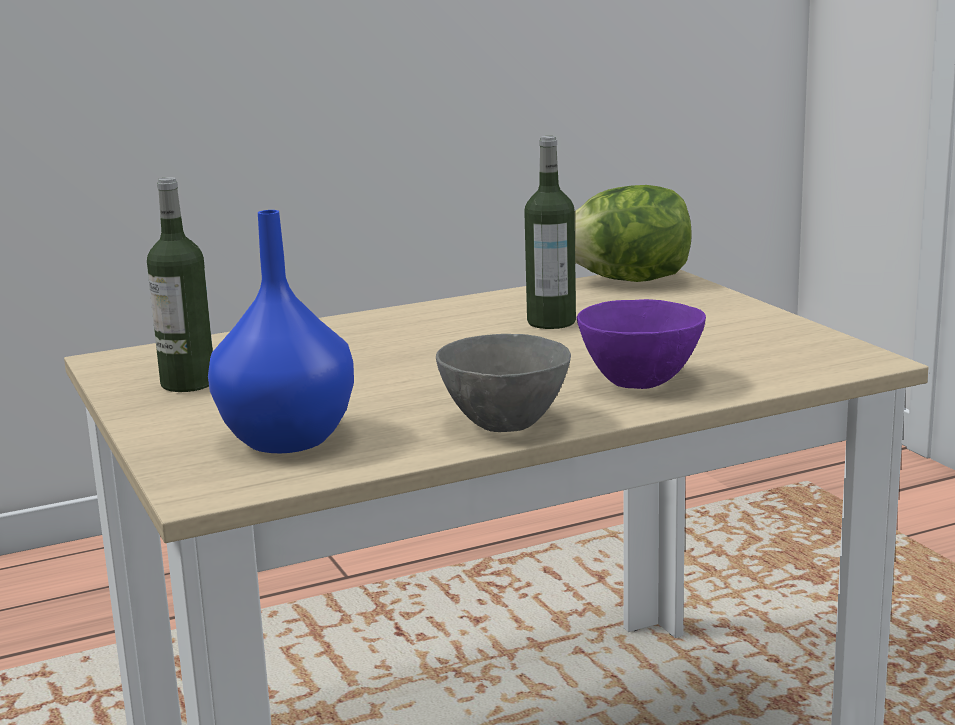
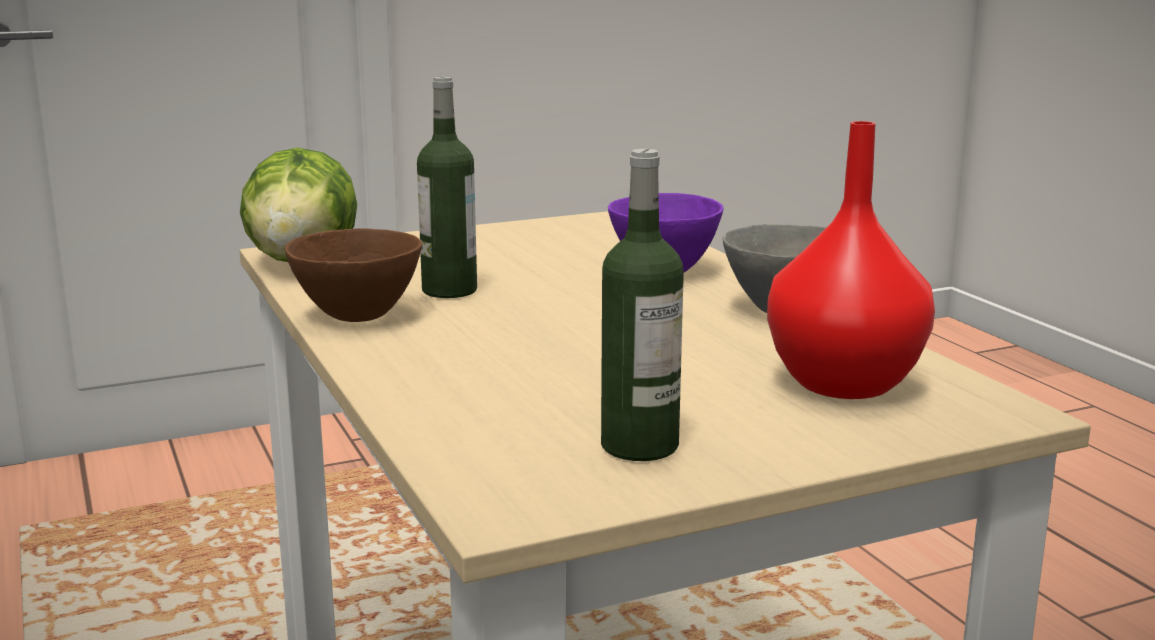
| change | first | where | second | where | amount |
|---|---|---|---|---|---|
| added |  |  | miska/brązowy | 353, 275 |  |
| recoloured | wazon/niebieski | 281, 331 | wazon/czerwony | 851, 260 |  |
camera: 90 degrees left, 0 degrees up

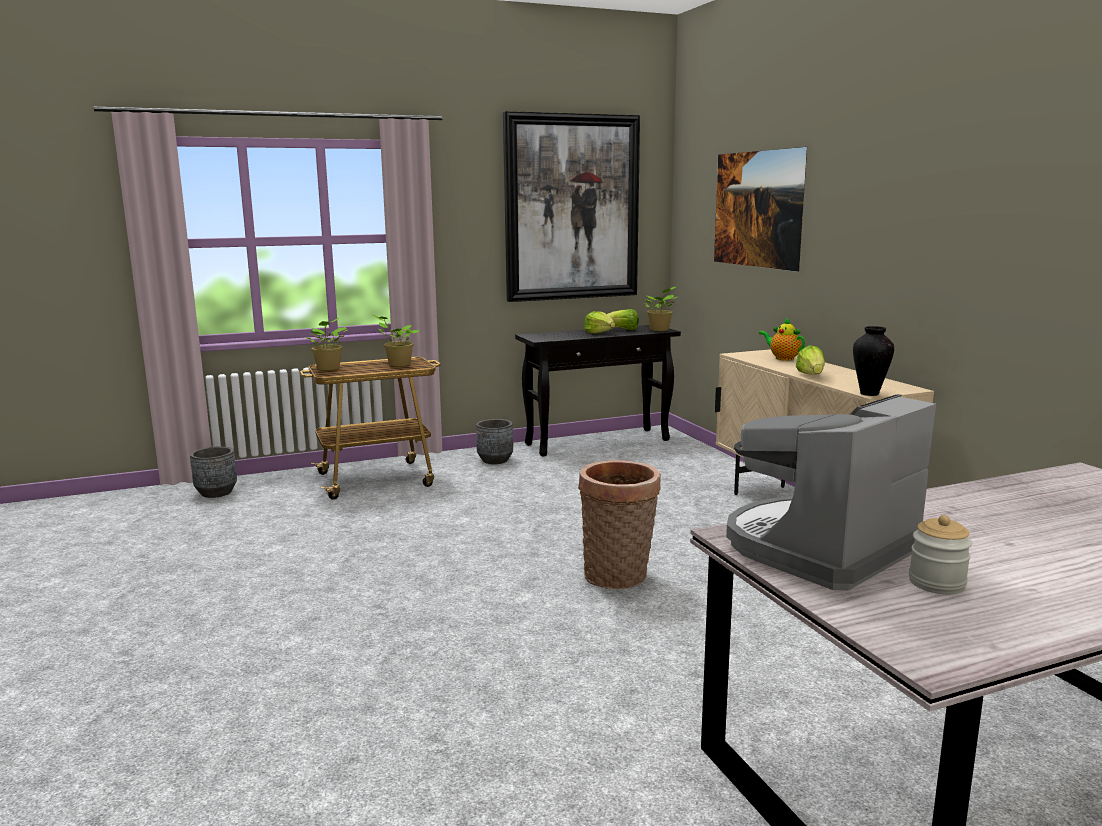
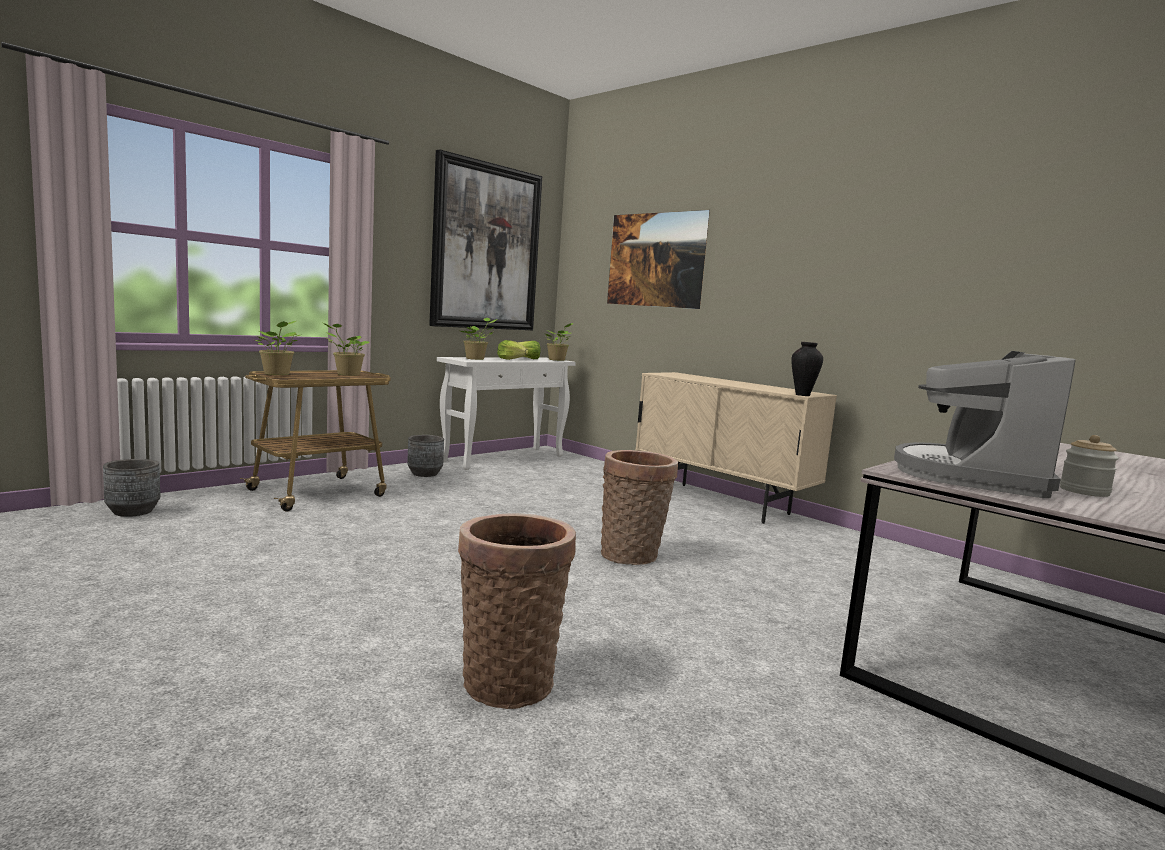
| change | first | where | second | where | amount |
|---|---|---|---|---|---|
| recoloured | stolik konsolowy/czarny | 598, 391 | stolik konsolowy/biały | 506, 413 |  |
| added |  |  | koszyk | 517, 611 |  |
| added |  |  | roślina doniczkowa | 479, 339 |  |
| removed | imbryk | 782, 339 |  |  |  |
| removed | sałata | 810, 360 |  |  |  |
camera: 25 degrees left, 5 degrees down

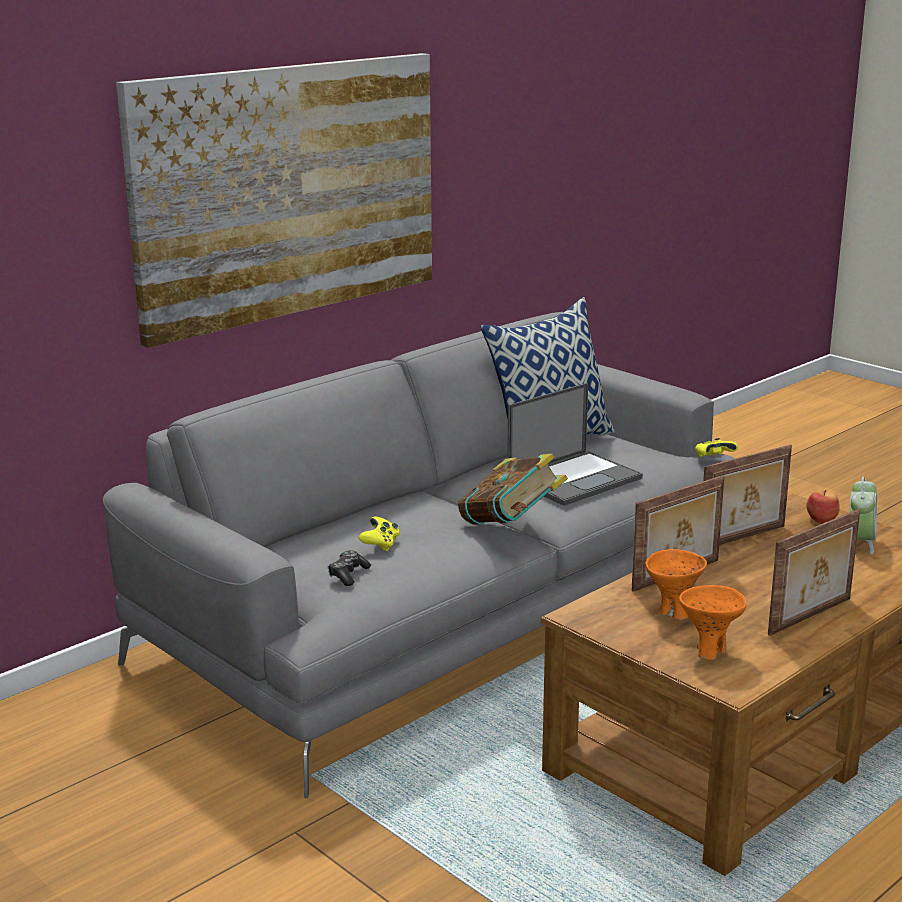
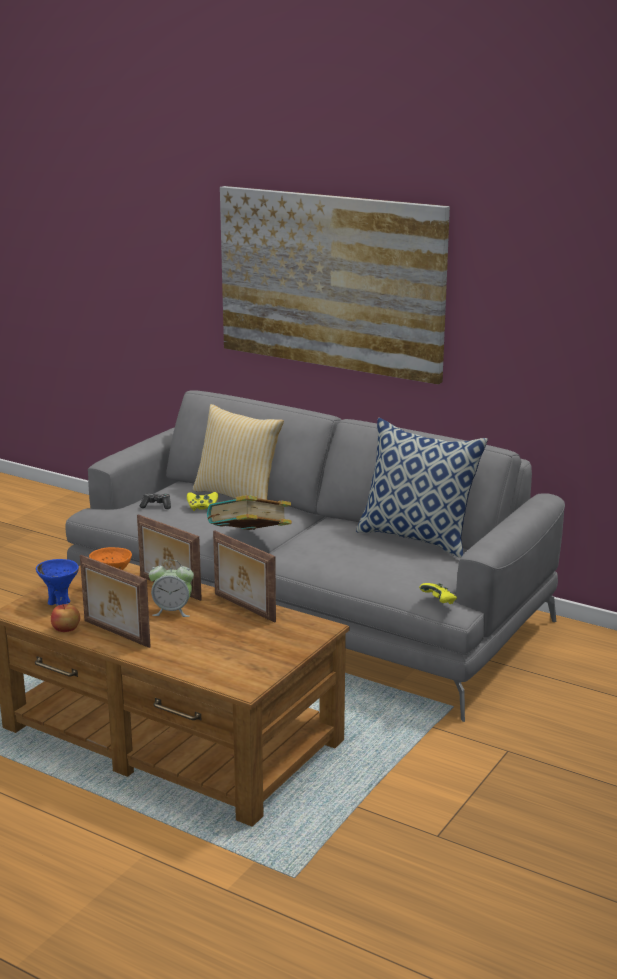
| change | first | where | second | where | amount |
|---|---|---|---|---|---|
| recoloured | miska/pomarańczowy | 713, 622 | miska/niebieski | 57, 582 |  |
| moved | jabłko | 823, 507 |  | 65, 618 |  |
| moved | budzik | 863, 515 |  | 171, 588 |  |
| added |  |  | poduszka | 238, 452 |  |
| removed | laptop | 575, 444 |  |  |  |
camera: 75 degrees right, 0 degrees up

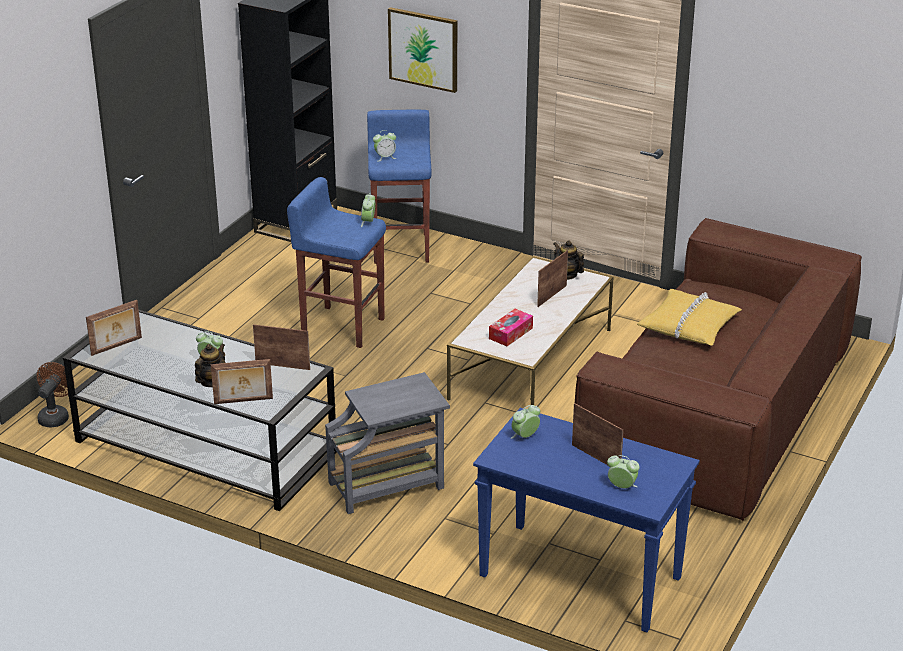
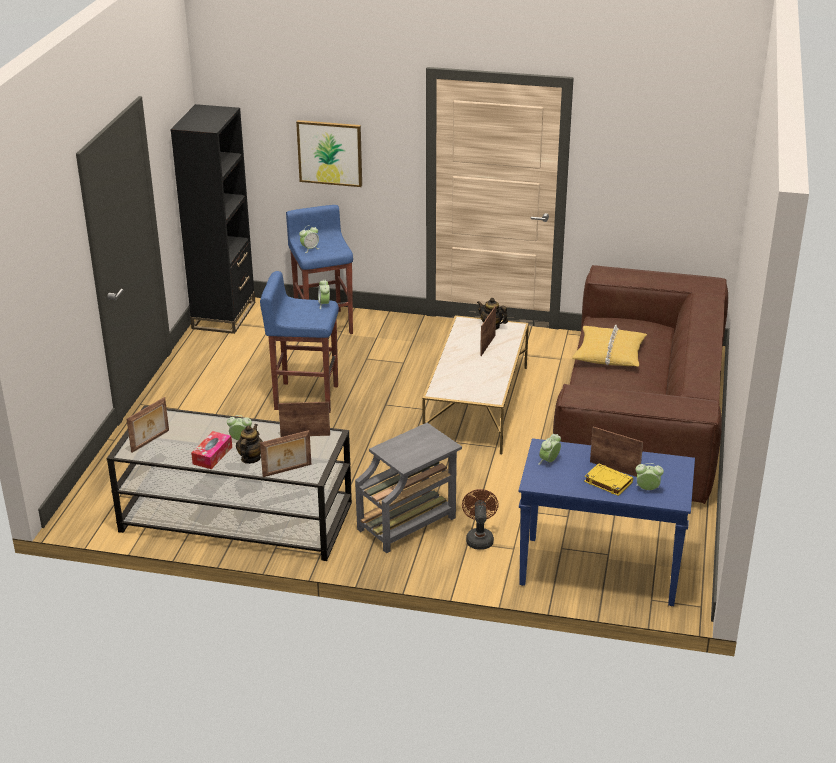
| change | first | where | second | where | amount |
|---|---|---|---|---|---|
| moved | pudełko chusteczek | 511, 327 |  | 211, 450 |  |
| moved | wentylator/brązowy | 55, 394 |  | 480, 519 |  |
| added |  |  | książka/żółty | 608, 479 |  |
camera: 15 degrees left, 0 degrees up

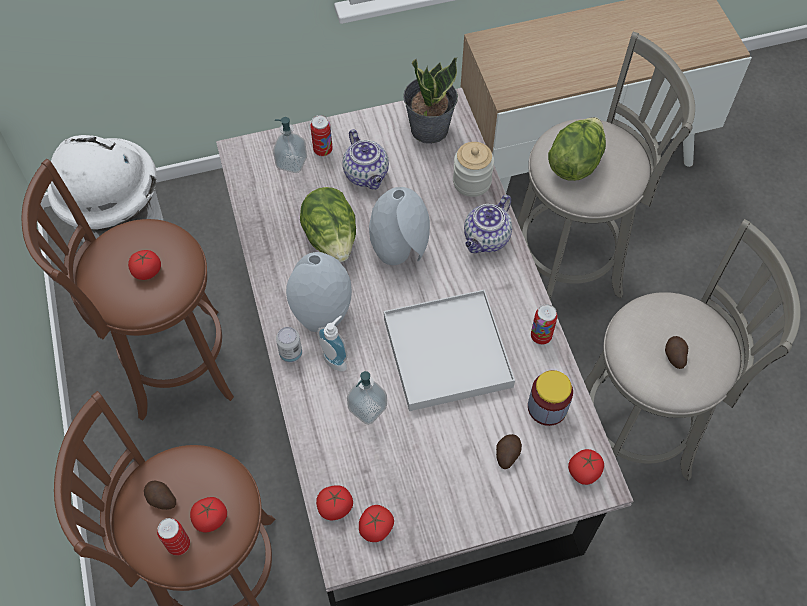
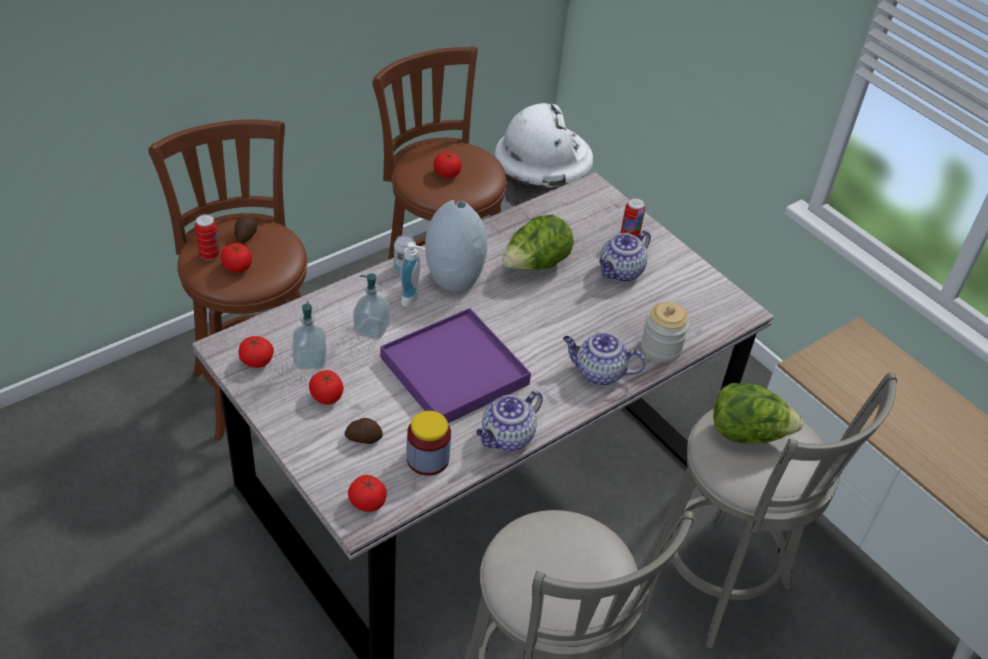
| change | first | where | second | where | amount |
|---|---|---|---|---|---|
| moved | dozownik mydła | 290, 145 |  | 309, 335 |  |
| moved | pomidor | 334, 502 |  | 326, 387 |  |
| recoloured | taca/biały | 449, 350 | taca/fioletowy | 456, 365 |  |
| replaced | puszka | 544, 324 | imbryk | 509, 420 |  |
| removed | wazon/szary | 399, 226 |  |  |  |
| removed | roślina doniczkowa | 430, 100 |  |  |  |
| removed | ziemniak | 676, 352 |  |  |  |
camera: 65 degrees right, 15 degrees down

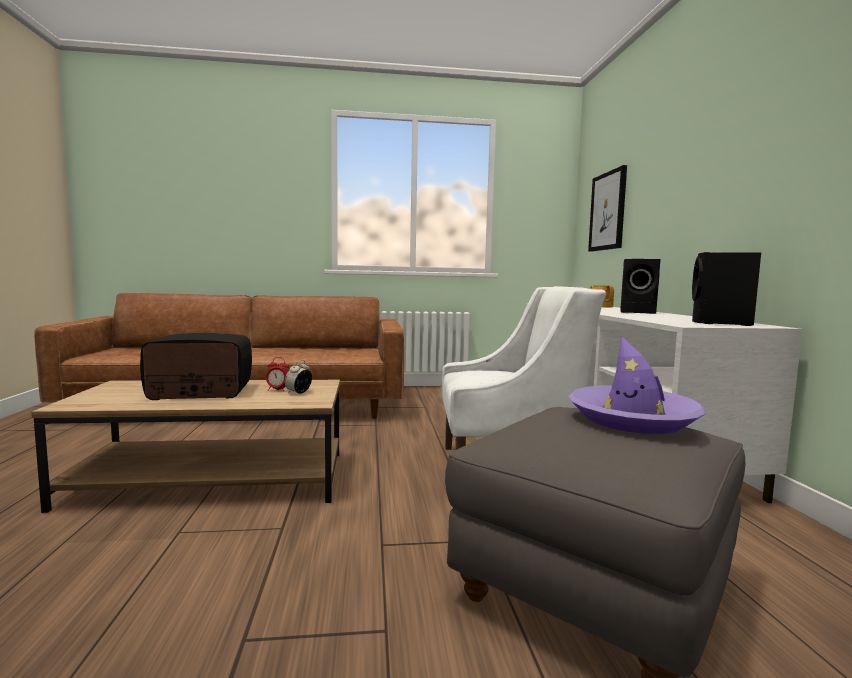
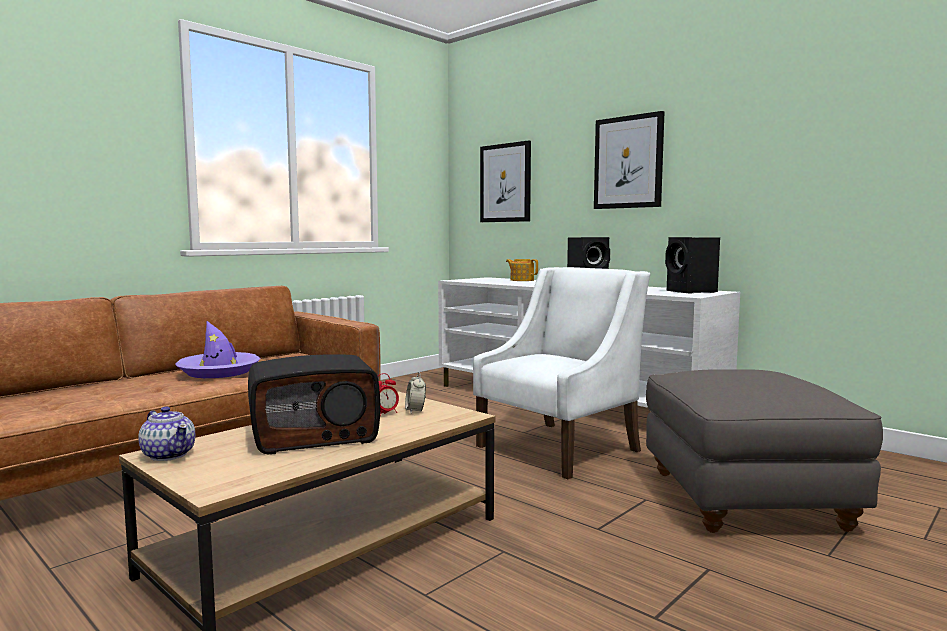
| change | first | where | second | where | amount |
|---|---|---|---|---|---|
| added |  |  | imbryk | 166, 433 |  |
| moved | kapelusz/fioletowy | 637, 385 |  | 217, 349 |  |
| turned | radio | 196, 366 |  | 314, 404 | 150 degrees counterclockwise |
| added |  |  | obraz | 629, 160 |  |
camera: 40 degrees left, 0 degrees up

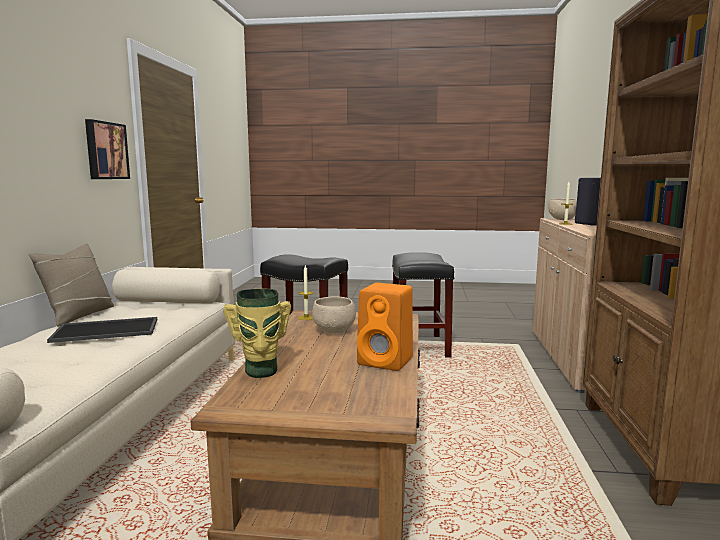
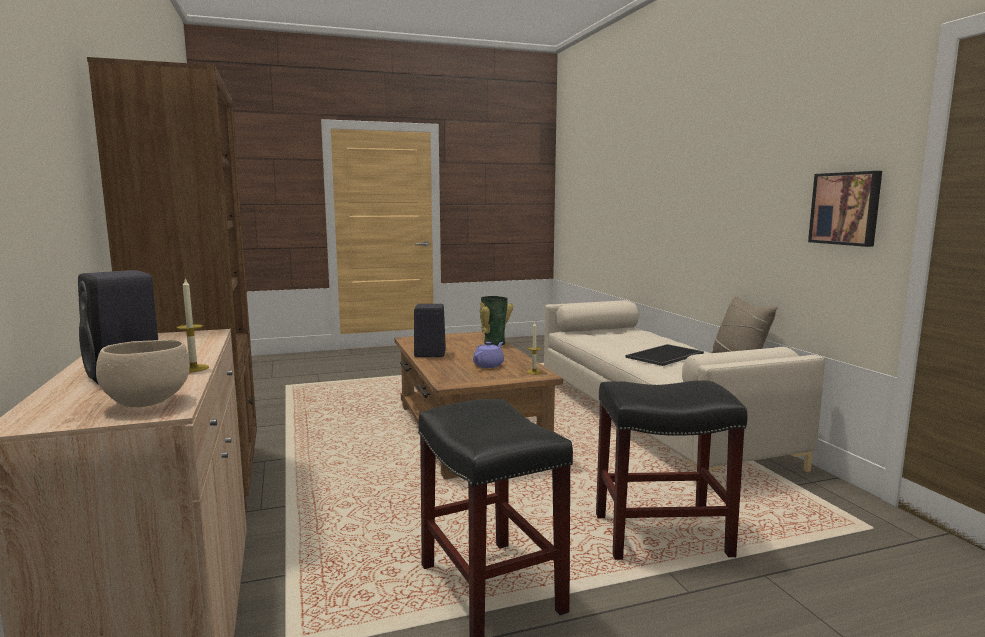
| change | first | where | second | where | amount |
|---|---|---|---|---|---|
| recoloured | głośnik/pomarańczowy | 385, 327 | głośnik/czarny | 430, 330 |  |
| replaced | miska/beżowy | 334, 314 | imbryk/fioletowy | 488, 355 |  |
camera: 155 degrees right, 0 degrees up

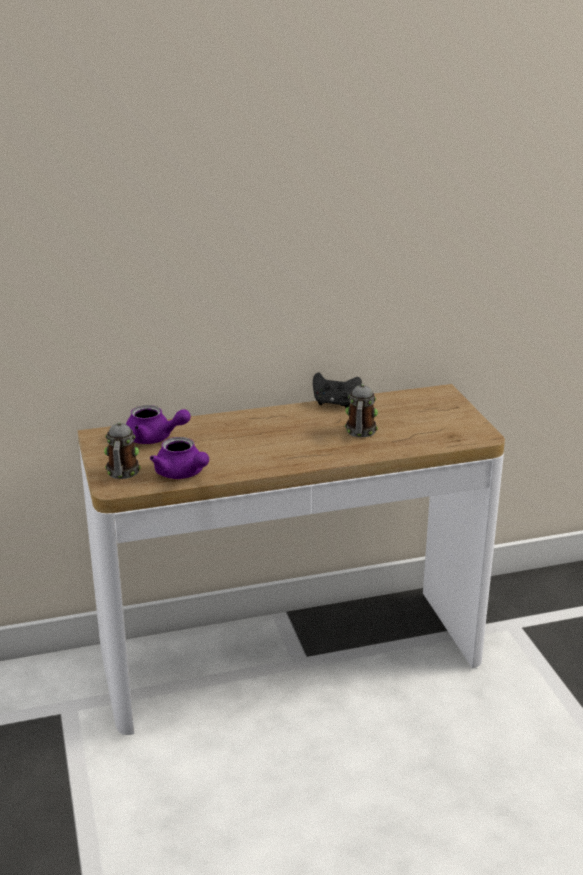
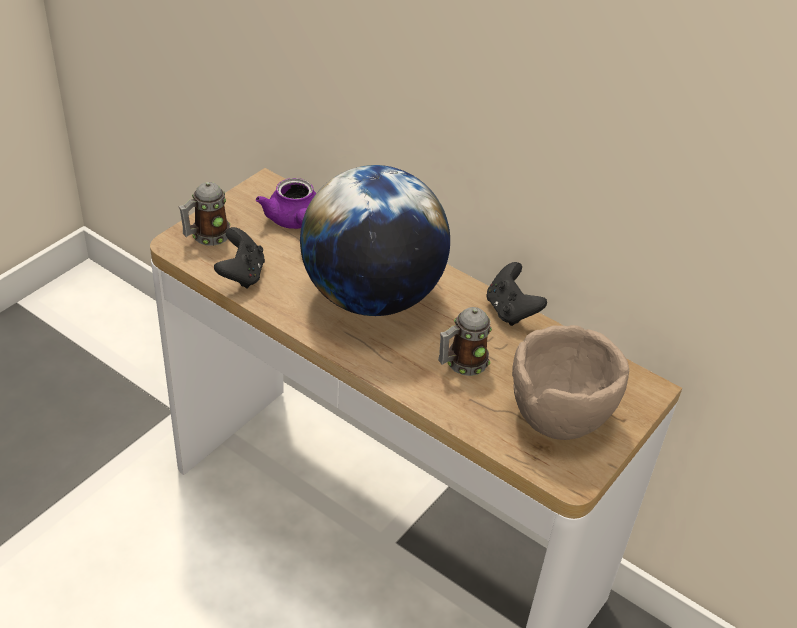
| change | first | where | second | where | amount |
|---|---|---|---|---|---|
| replaced | imbryk/fioletowy | 179, 458 | pad do gier/czarny | 239, 258 |  |
| added |  |  | globus | 375, 240 |  |
| added |  |  | miska/brązowy | 570, 382 |  |
camera: 50 degrees right, 15 degrees up

